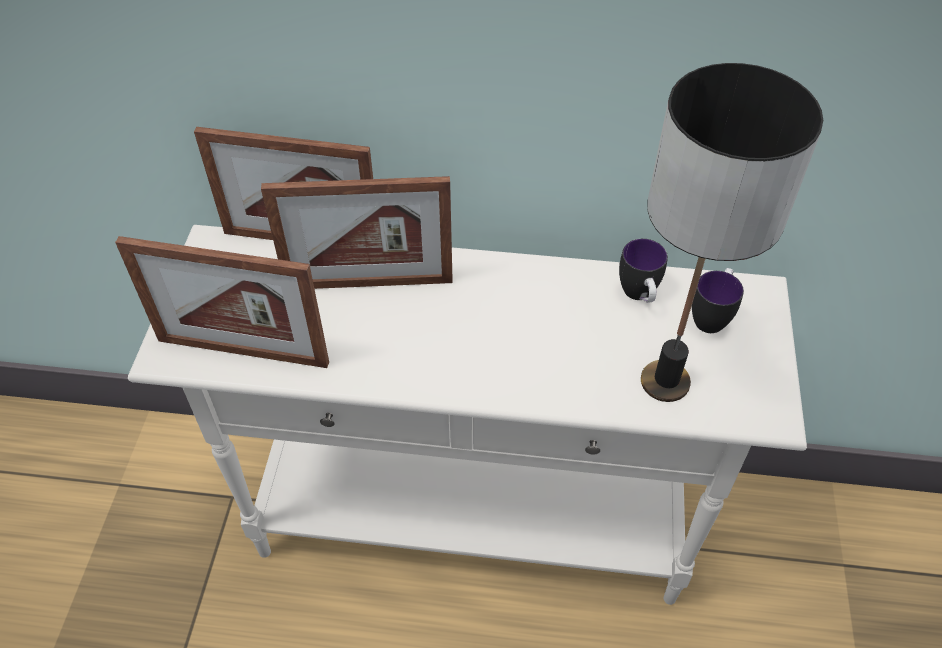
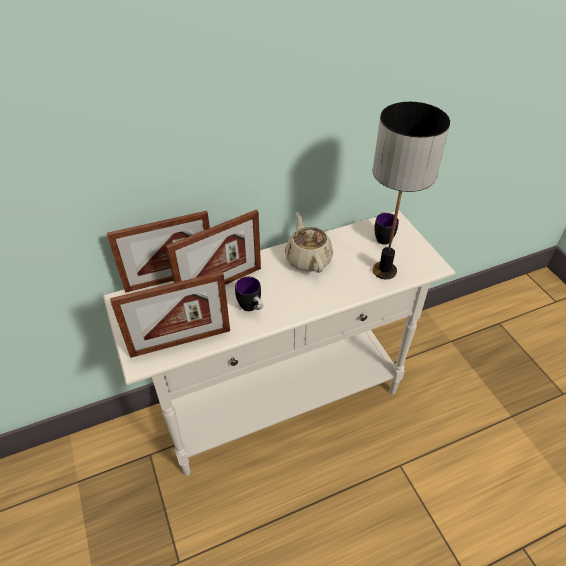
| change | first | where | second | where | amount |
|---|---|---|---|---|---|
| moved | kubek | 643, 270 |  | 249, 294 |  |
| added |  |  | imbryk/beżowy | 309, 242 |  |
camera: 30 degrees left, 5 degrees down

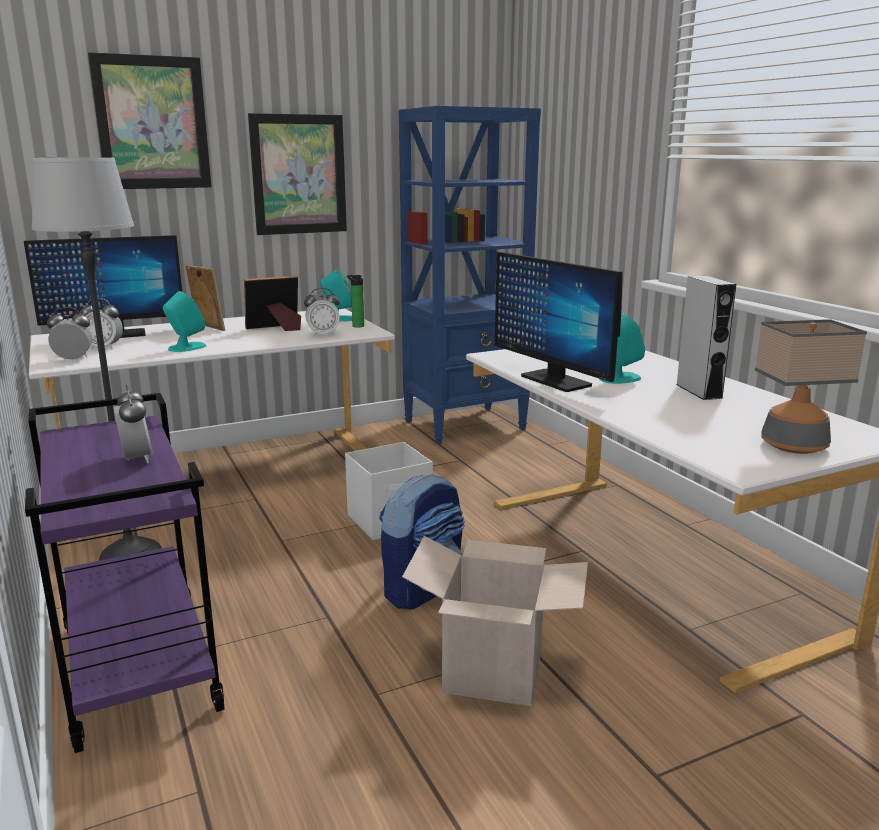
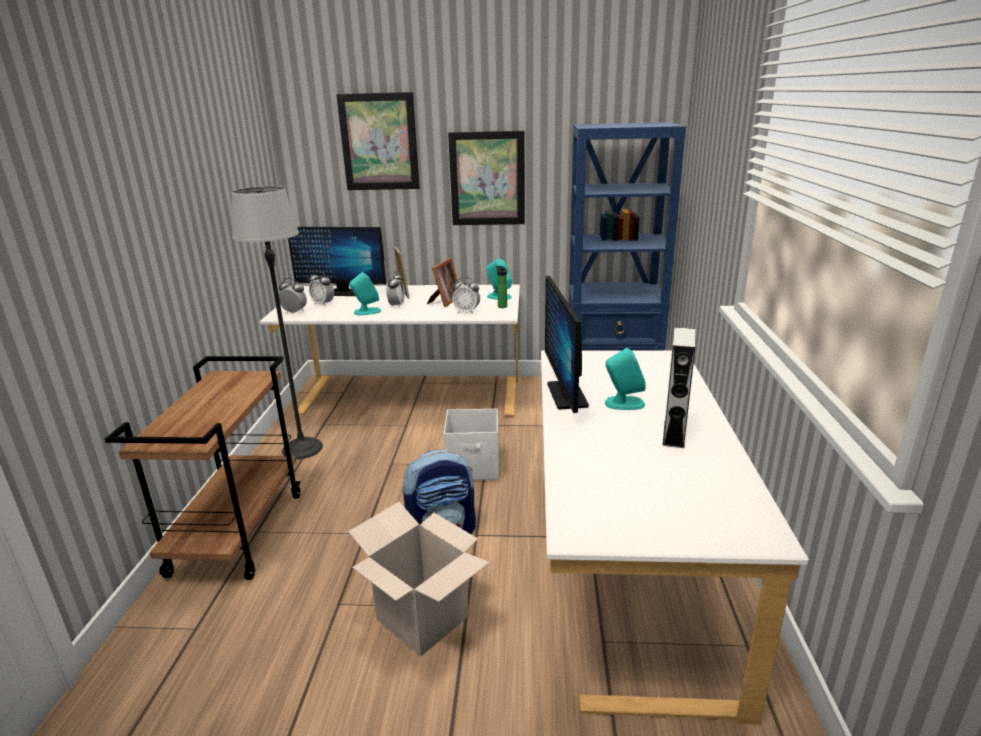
| change | first | where | second | where | amount |
|---|---|---|---|---|---|
| recoloured | wózek/fioletowy | 124, 573 | wózek/brązowy | 203, 468 |  |
| moved | budzik | 133, 424 |  | 395, 289 |  |
| turned | ramka na zdjęcie | 272, 303 |  | 443, 282 | 105 degrees clockwise |
| removed | lampa stołowa | 811, 386 |  |  |  |
camera: 30 degrees right, 5 degrees up

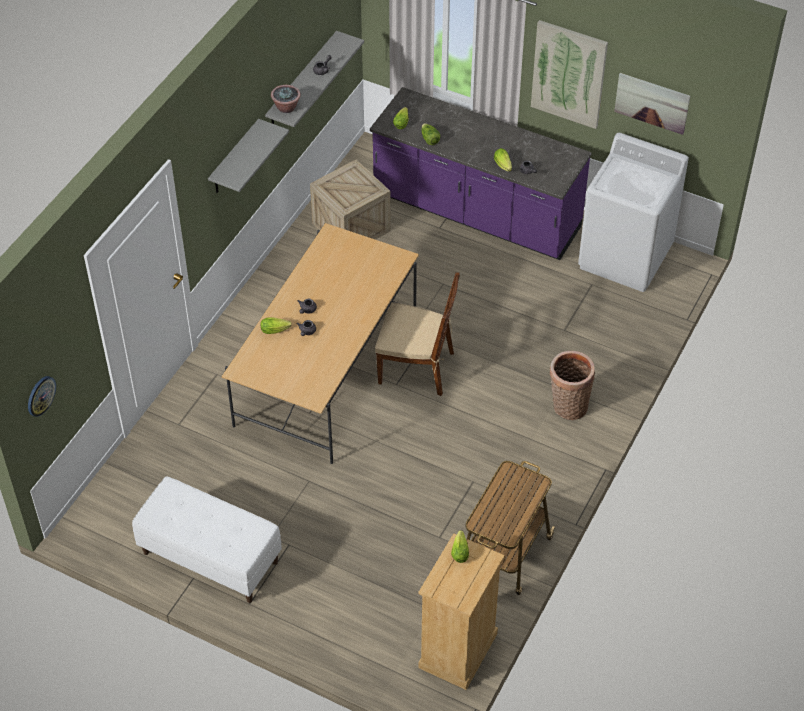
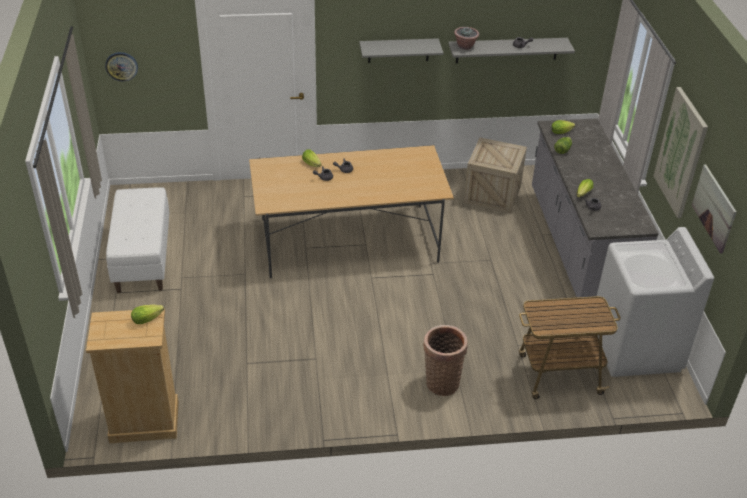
| change | first | where | second | where | amount |
|---|---|---|---|---|---|
| moved | wózek | 510, 528 |  | 570, 347 |  |
| recoloured | zabudowa kuchenna/fioletowy | 481, 173 | zabudowa kuchenna/szary | 595, 208 |  |
| removed | krzesło/brązowy | 417, 334 |  |  |  |
camera: 55 degrees right, 10 degrees down

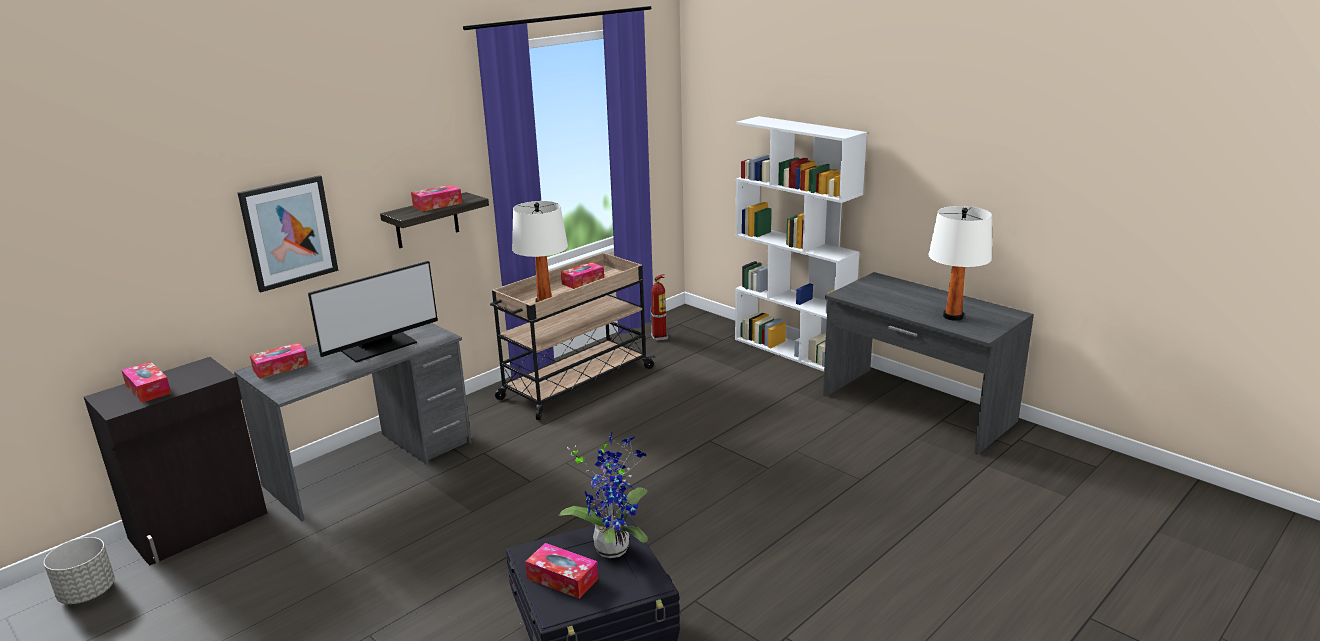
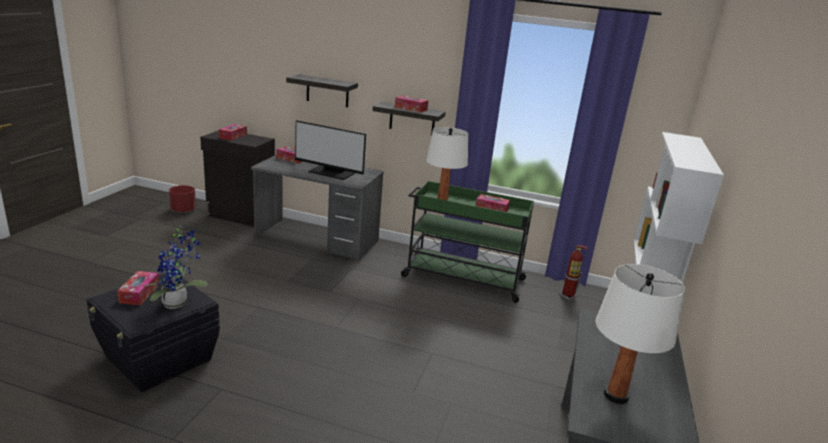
| change | first | where | second | where | amount |
|---|---|---|---|---|---|
| recoloured | donica/szary | 79, 570 | donica/czerwony | 182, 199 |  |
| replaced | obraz | 287, 233 | półka | 322, 90 |  |
| recoloured | wózek/beżowy | 572, 336 | wózek/zielony | 467, 242 |  |
camera: 60 degrees right, 0 degrees up

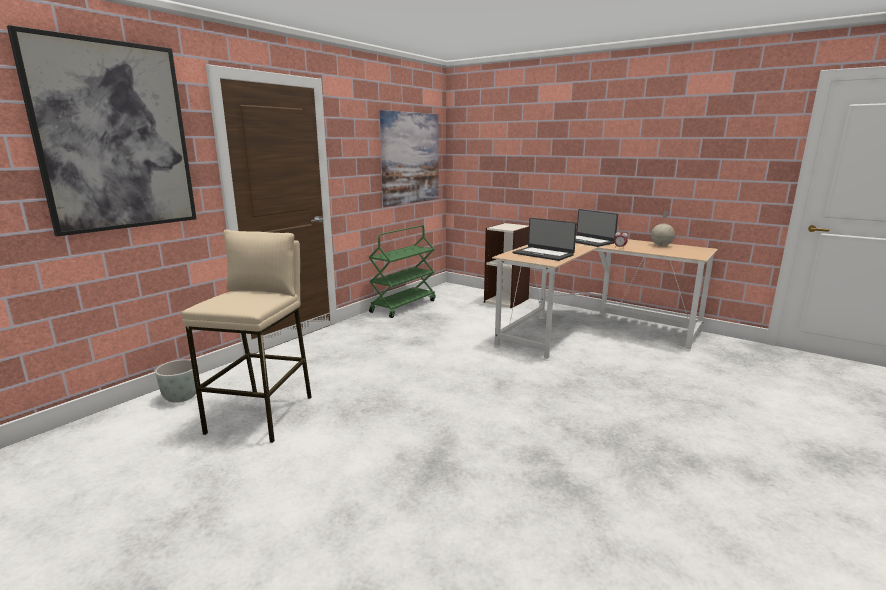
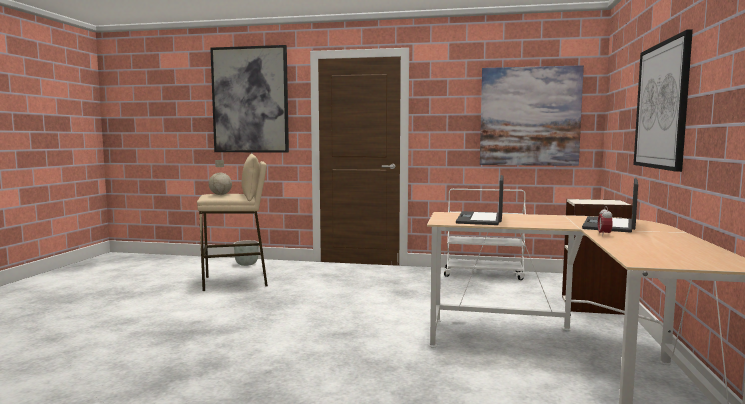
| change | first | where | second | where | amount |
|---|---|---|---|---|---|
| moved | globus | 663, 228 |  | 220, 177 |  |
| recoloured | wózek/zielony | 402, 271 | wózek/biały | 485, 234 |  |
| added |  |  | obraz | 663, 100 |  |
camera: 65 degrees right, 10 degrees down

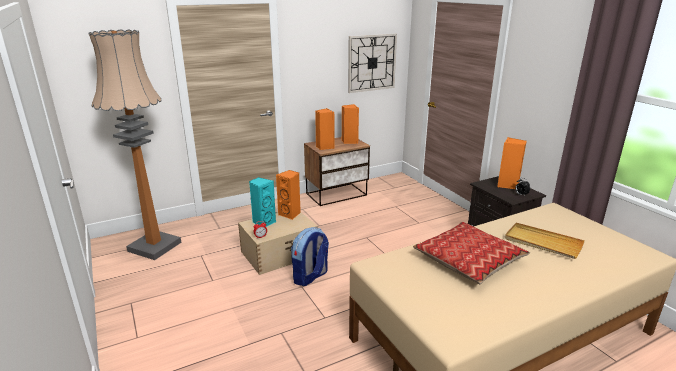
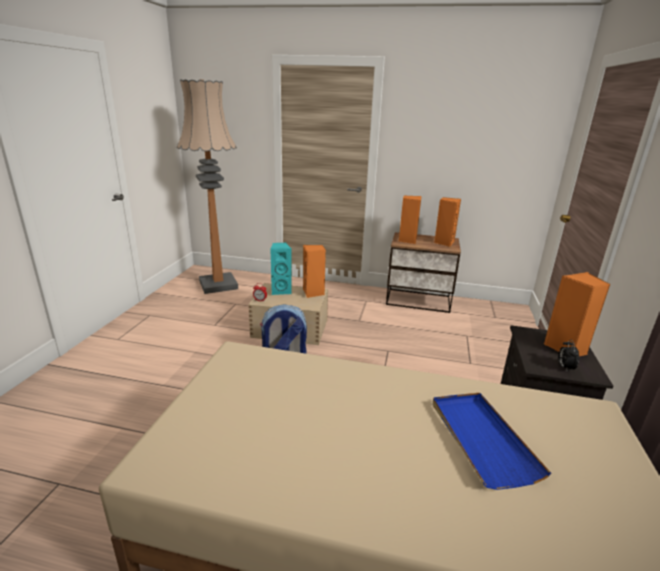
| change | first | where | second | where | amount |
|---|---|---|---|---|---|
| recoloured | taca/beżowy | 545, 241 | taca/niebieski | 492, 441 |  |
| removed | zegar ścienny | 372, 63 |  |  |  |
| removed | poduszka | 471, 253 |  |  |  |
camera: 40 degrees right, 0 degrees up

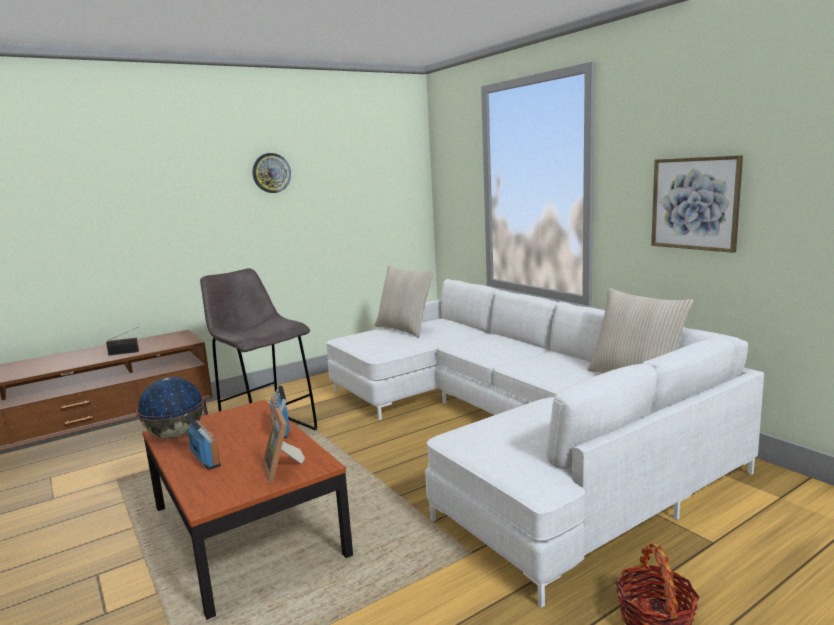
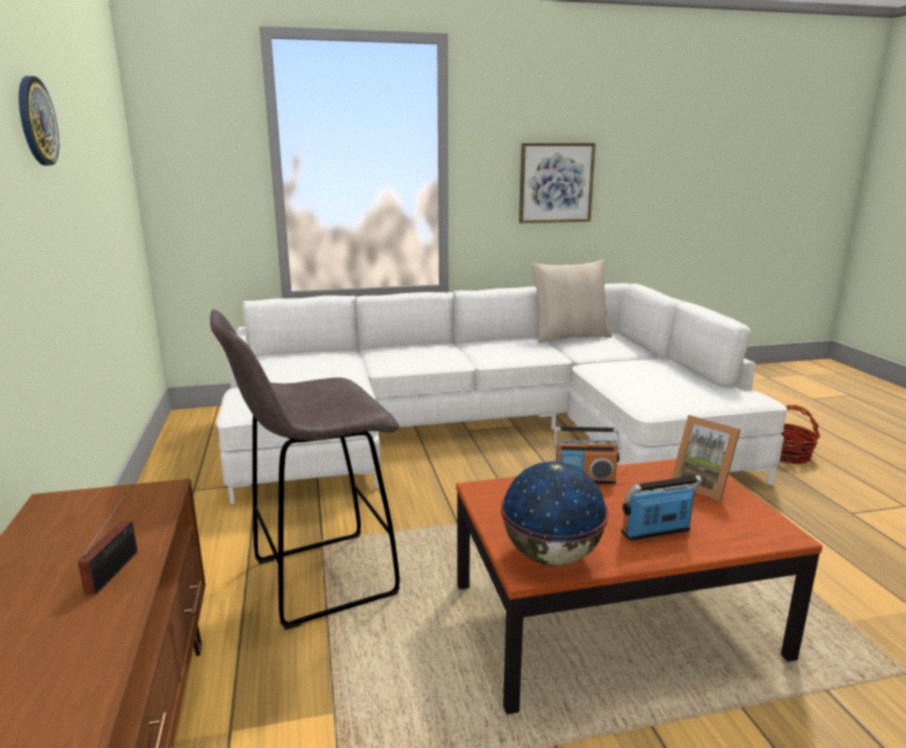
| change | first | where | second | where | amount |
|---|---|---|---|---|---|
| turned | ramka na zdjęcie | 283, 445 |  | 706, 458 | 45 degrees clockwise |
| removed | poduszka/beżowy | 404, 301 |  |  |  |
camera: 70 degrees left, 5 degrees up

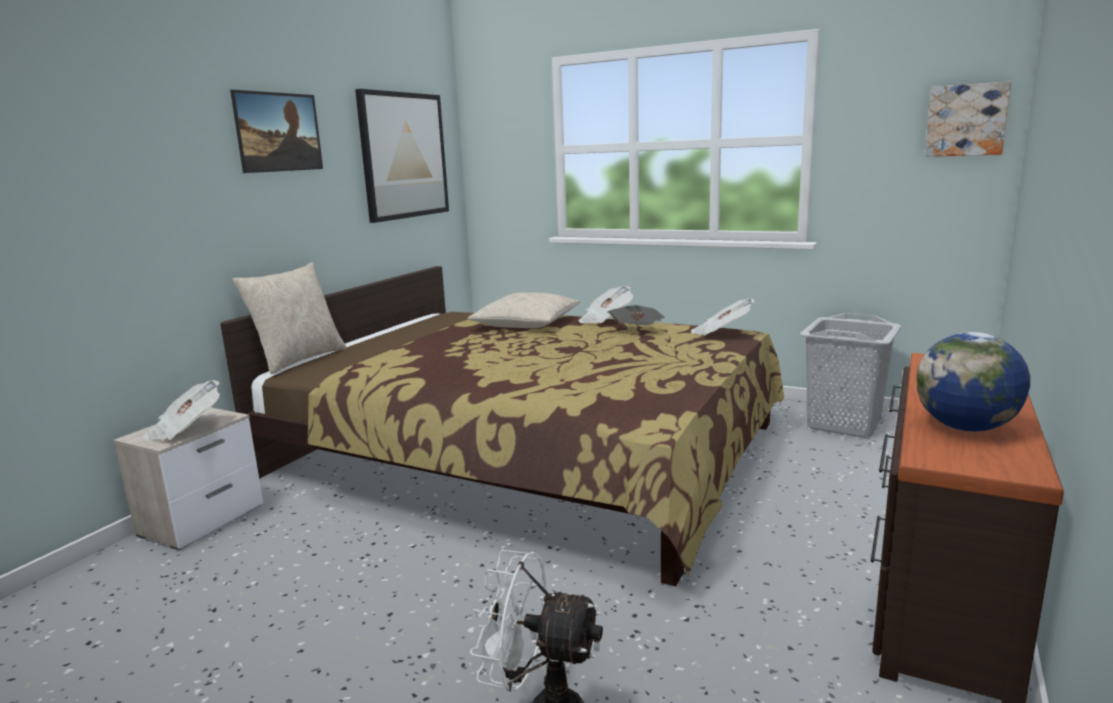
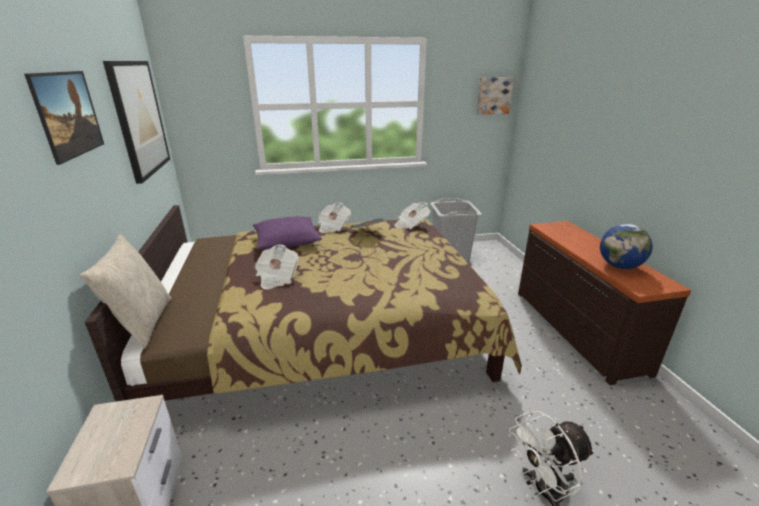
| change | first | where | second | where | amount |
|---|---|---|---|---|---|
| recoloured | poduszka/beżowy | 524, 310 | poduszka/fioletowy | 287, 232 |  |
| moved | gazeta | 181, 410 |  | 277, 267 |  |
camera: 40 degrees left, 10 degrees up

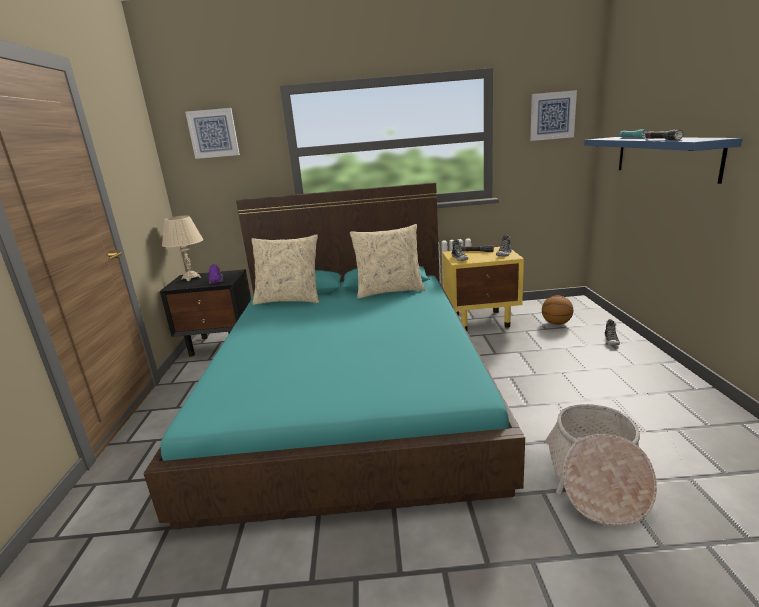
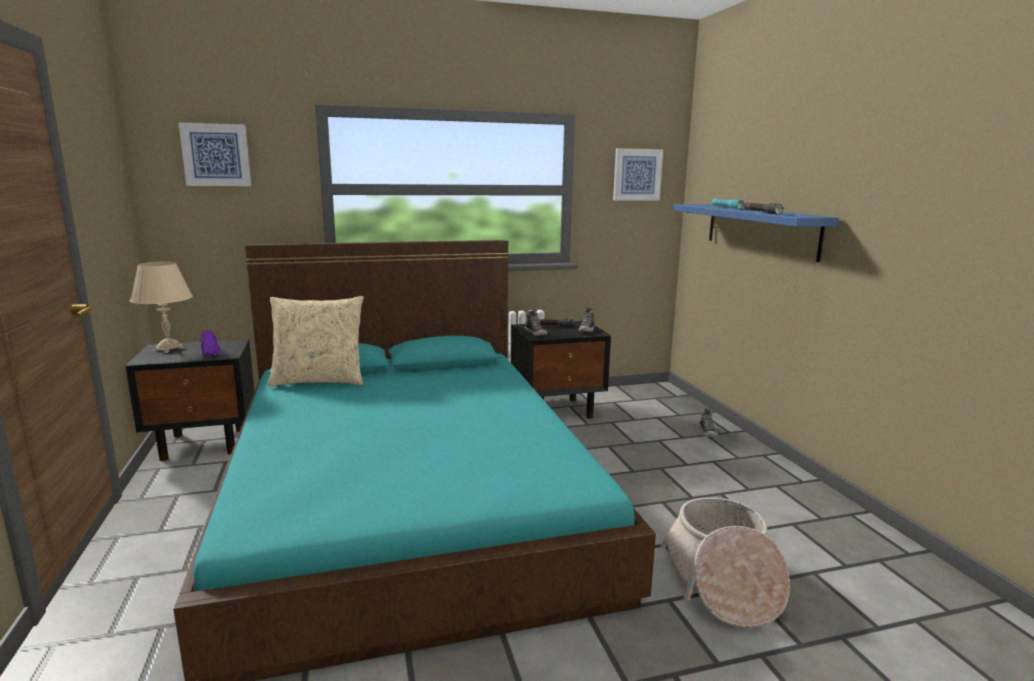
| change | first | where | second | where | amount |
|---|---|---|---|---|---|
| recoloured | szafka nocna/żółty | 483, 289 | szafka nocna/czarny | 561, 370 |  |
| removed | poduszka/beżowy | 387, 261 |  |  |  |
| removed | piłka do koszykówki | 557, 310 |  |  |  |
camera: 15 degrees left, 5 degrees down

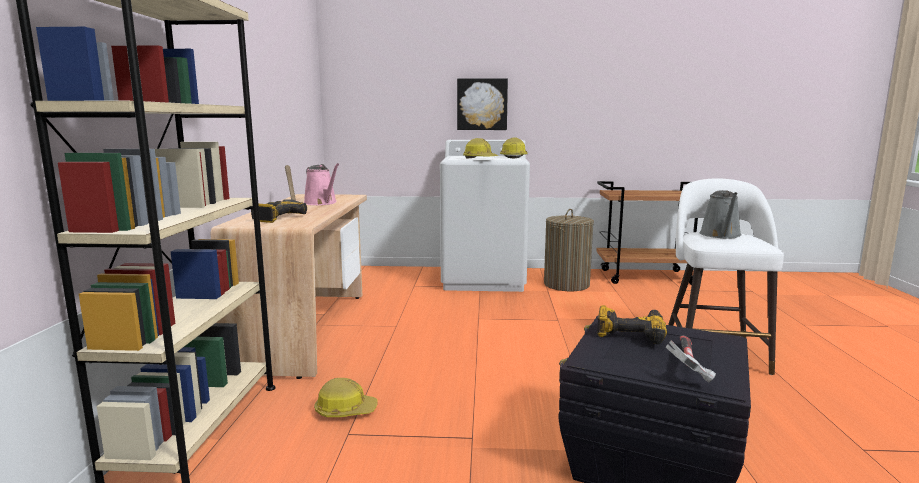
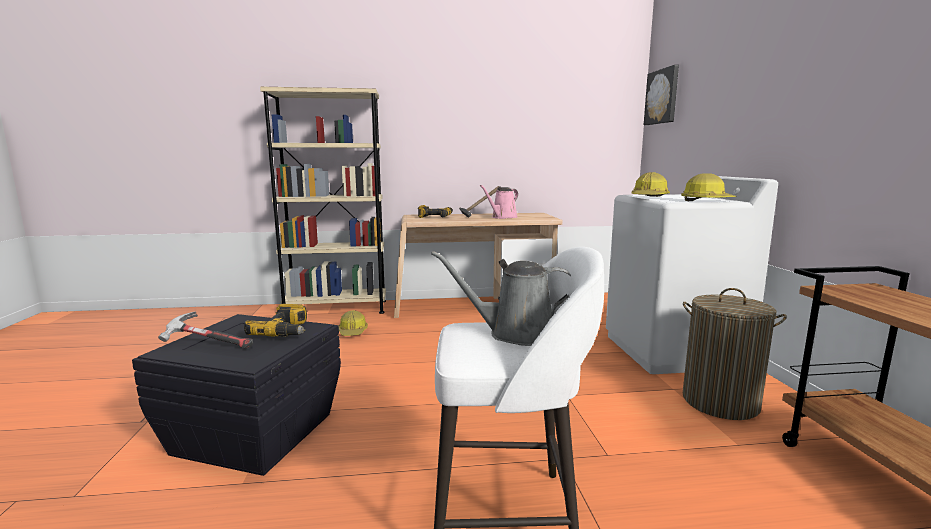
| change | first | where | second | where | amount |
|---|---|---|---|---|---|
| moved | obraz | 482, 104 |  | 661, 95 |  |
camera: 80 degrees right, 0 degrees up

